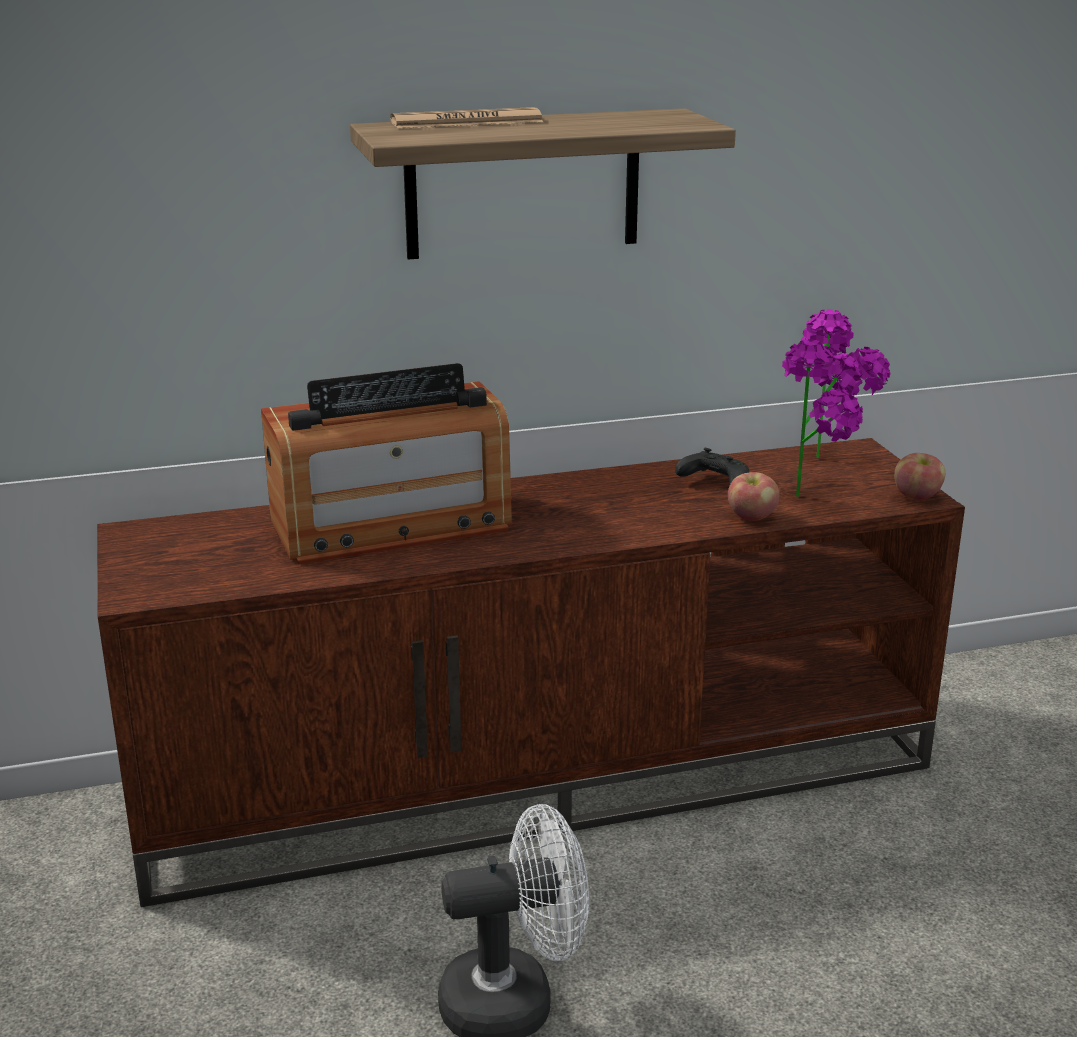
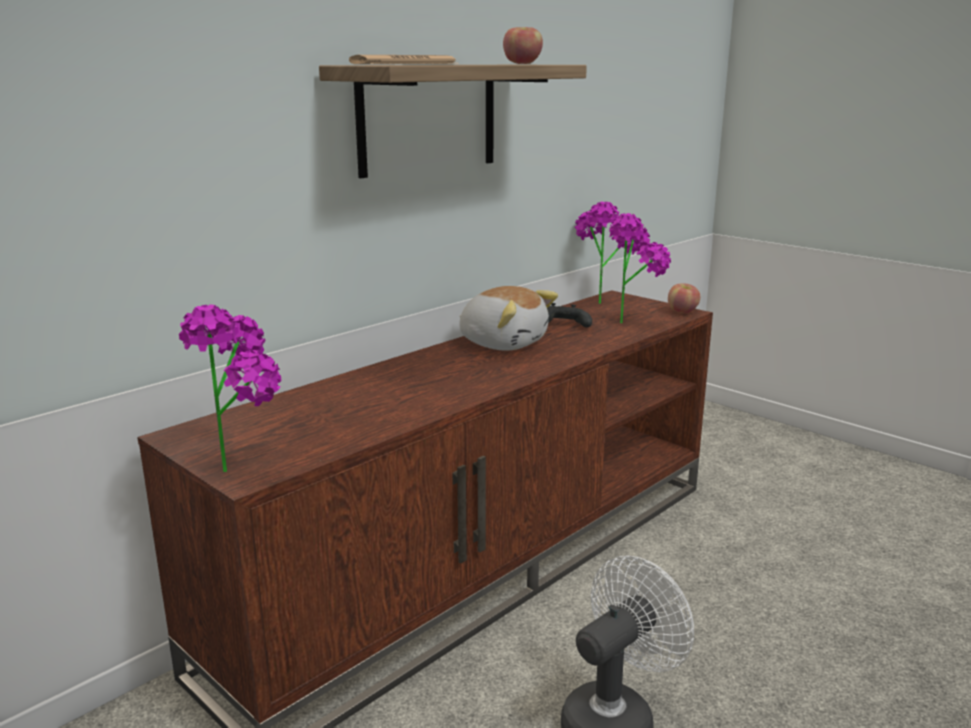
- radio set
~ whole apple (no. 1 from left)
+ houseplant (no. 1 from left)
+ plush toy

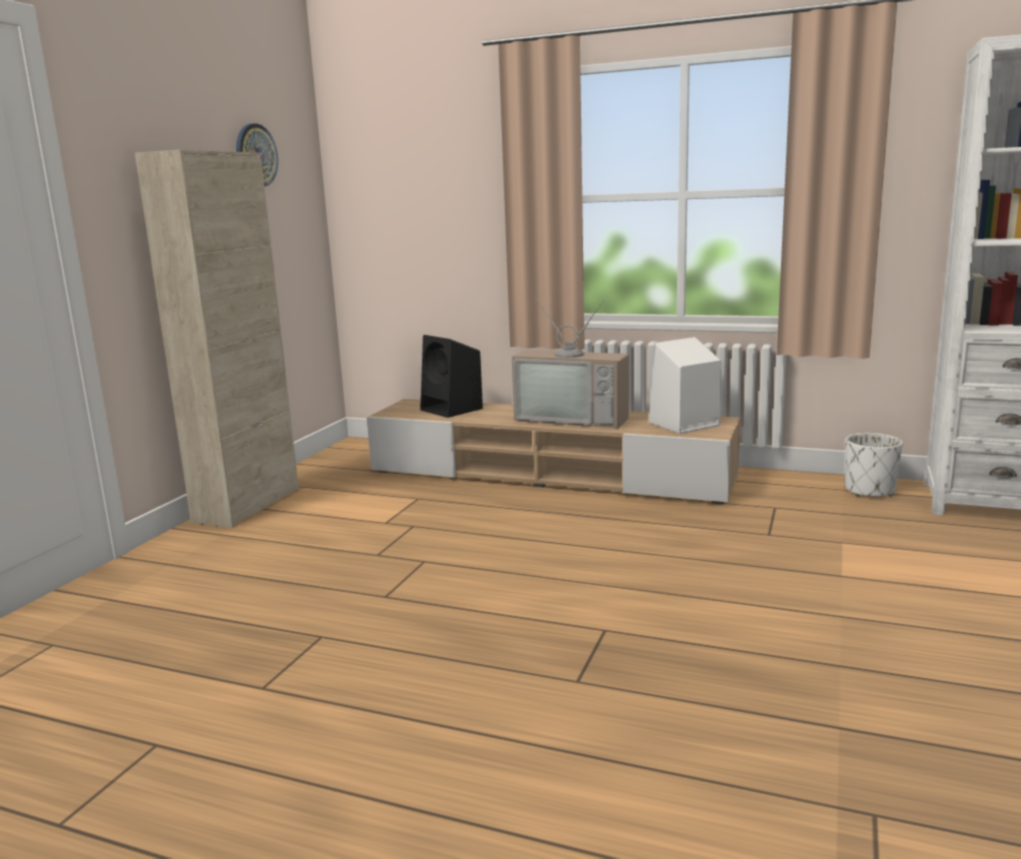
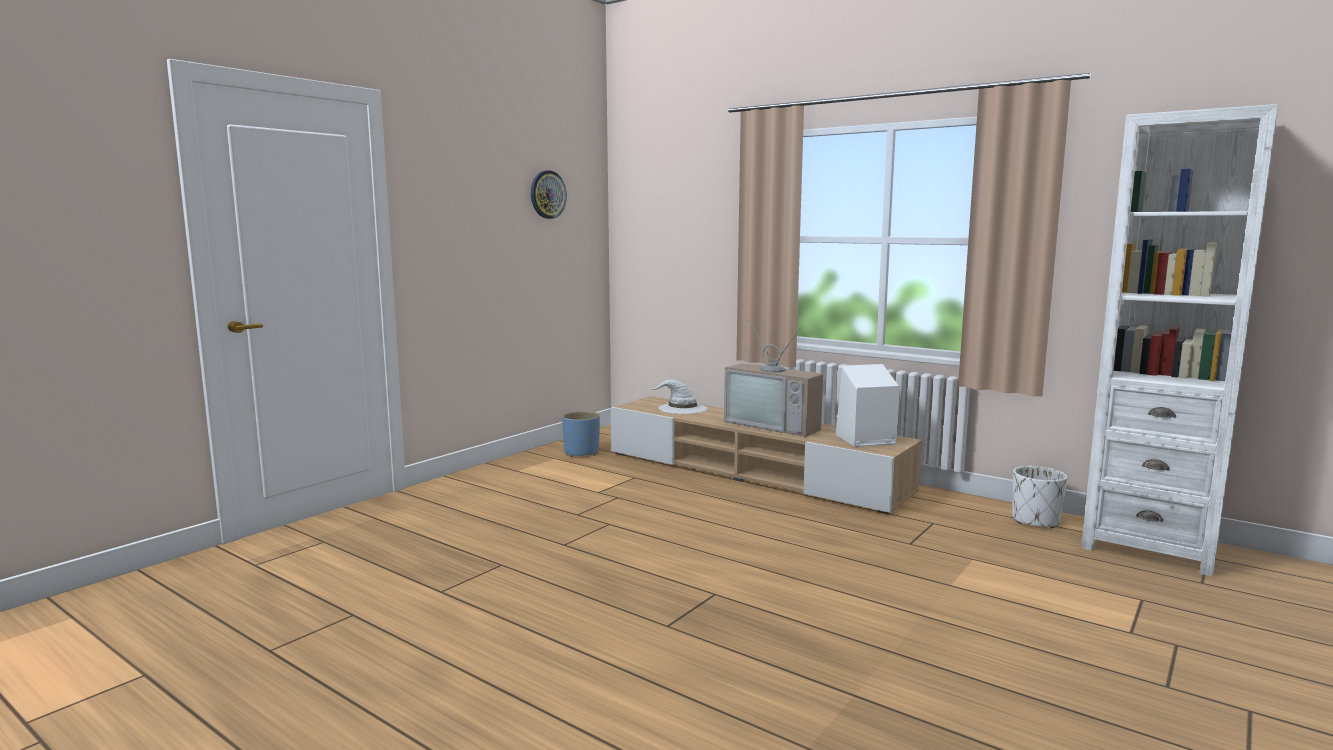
- cupboard (sand-coloured)
~ loudspeaker (black) to wearable hat (white-coloured)
+ planter (blue-coloured)

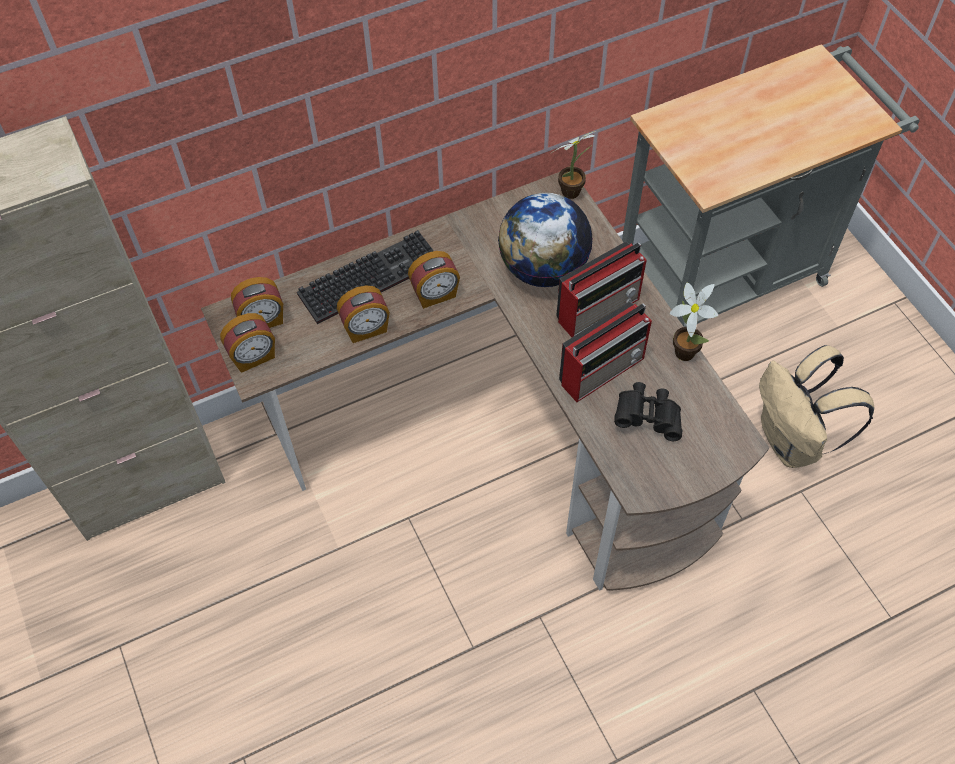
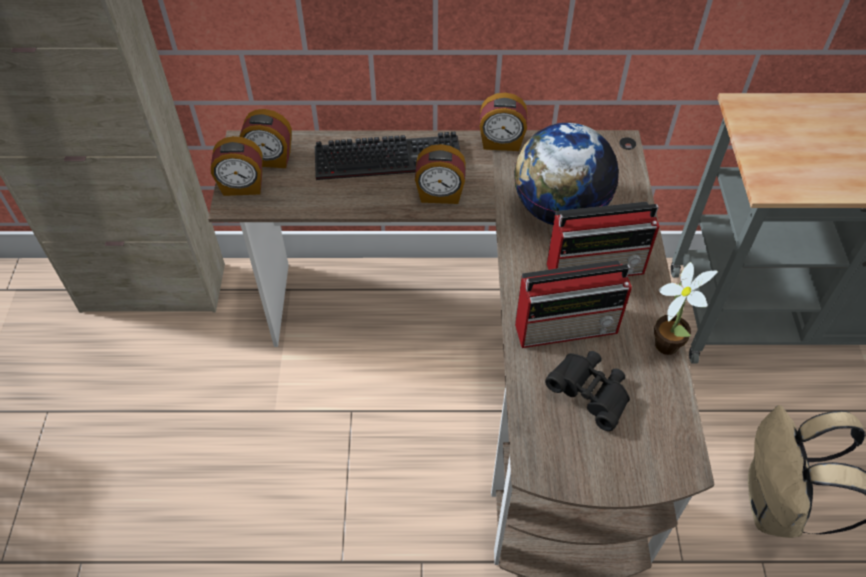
~ bedside clock (no. 3 from left in the first image) to bedside clock (no. 4 from left)
- houseplant (no. 1 from left)

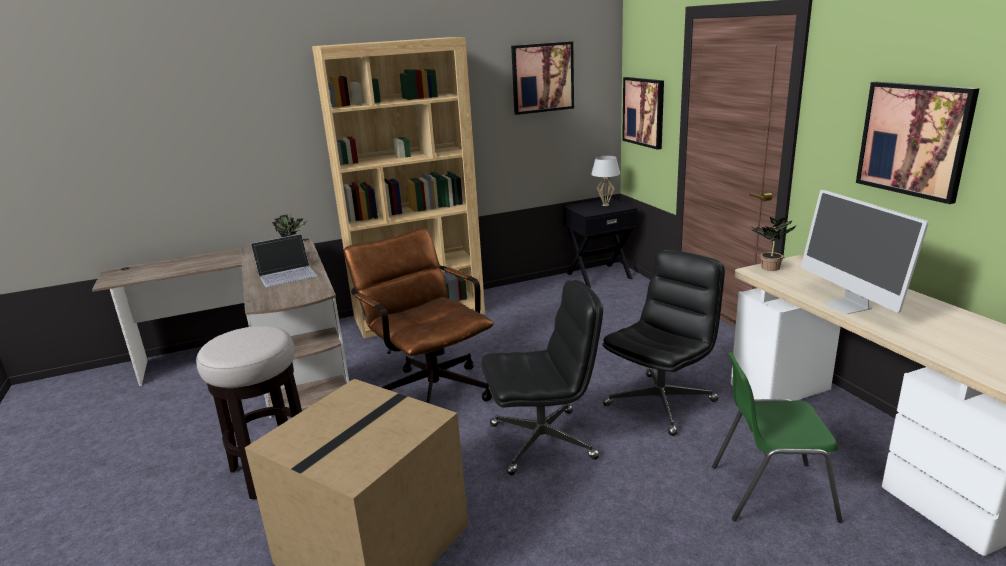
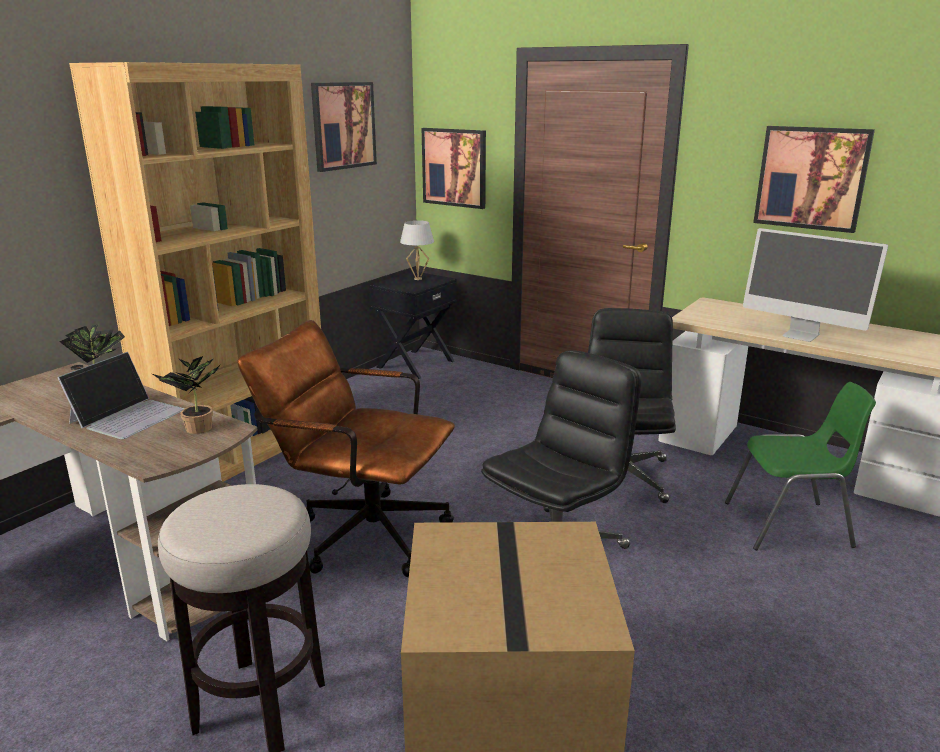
~ upright chair (green-coloured) 150 degrees counterclockwise
~ houseplant (no. 2 from left)

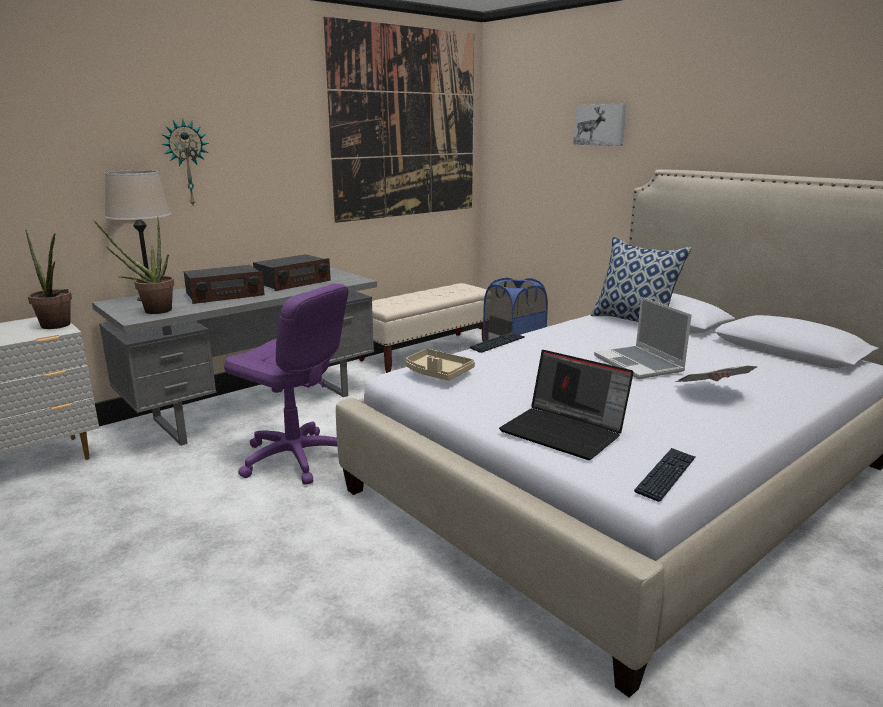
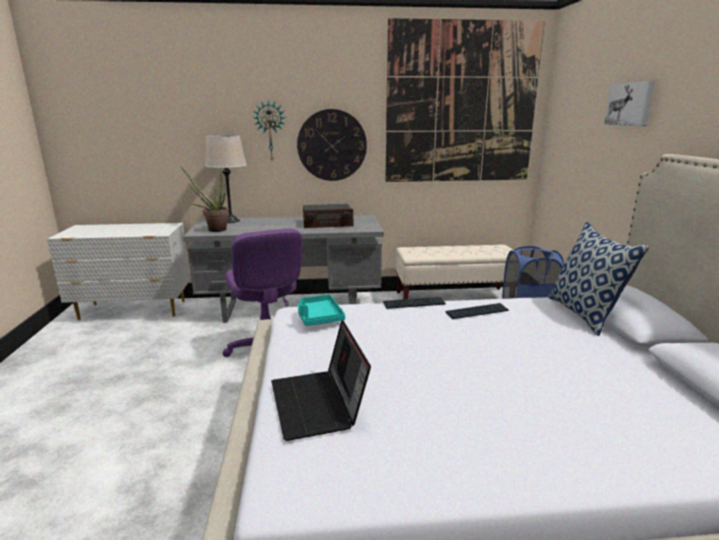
- houseplant (no. 1 from left)
- radio set (no. 1 from left)
~ serving tray (sand-coloured) to serving tray (turquoise)
- laptop (no. 2 from left)
~ PC keyboard (no. 2 from left)
- newspaper
+ hanging clock (no. 2 from left)

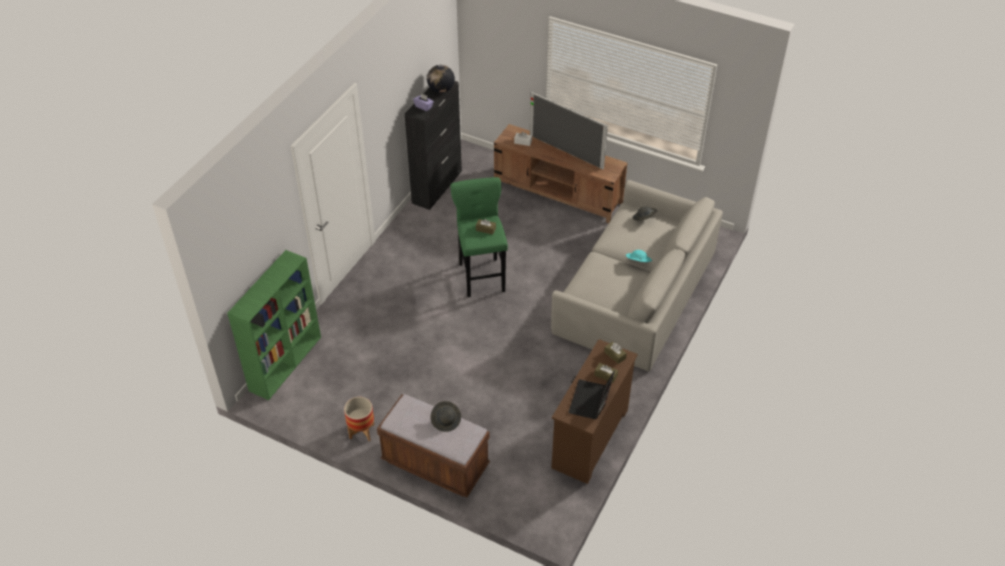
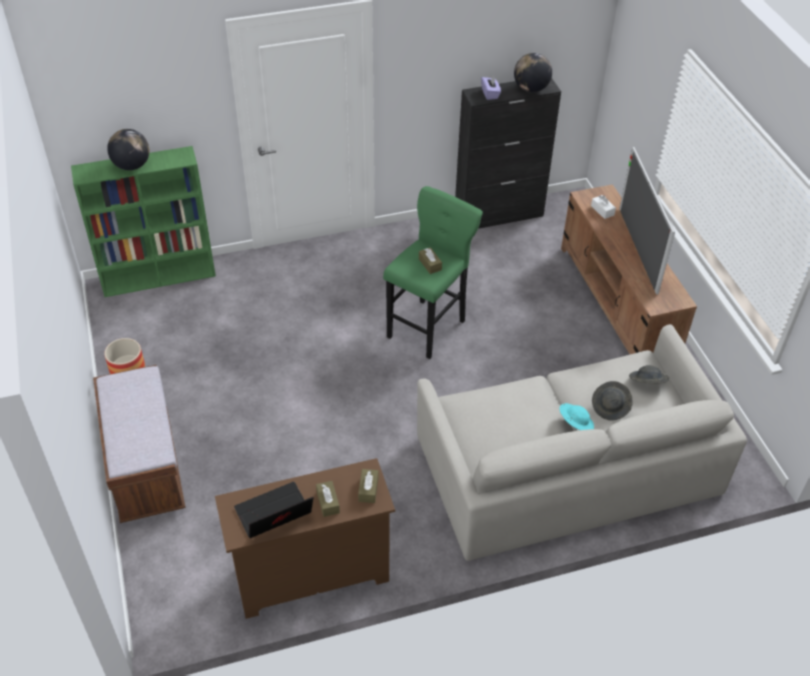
~ wearable hat (greyish) (no. 1 from left)
+ desk globe (no. 1 from left)

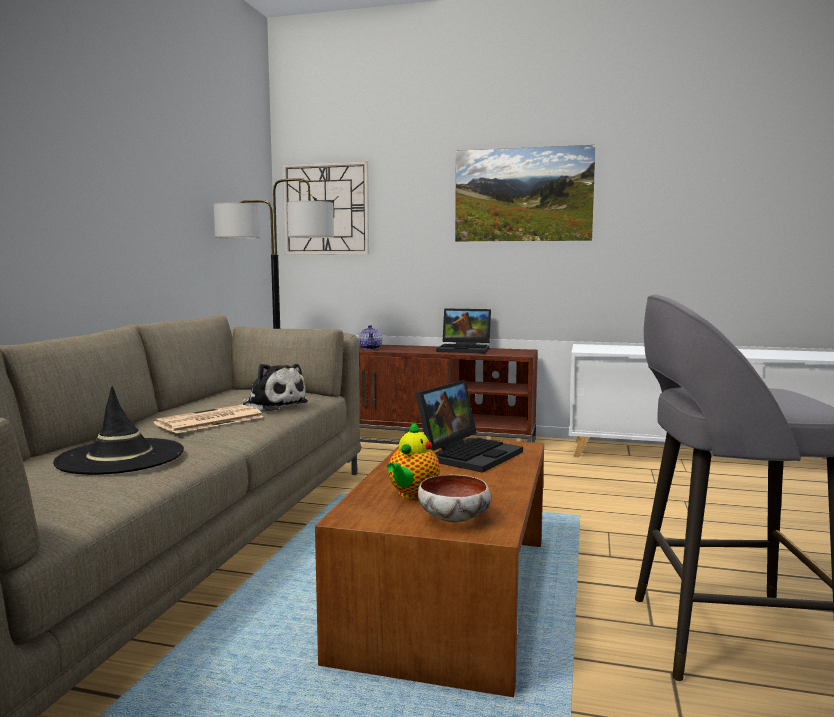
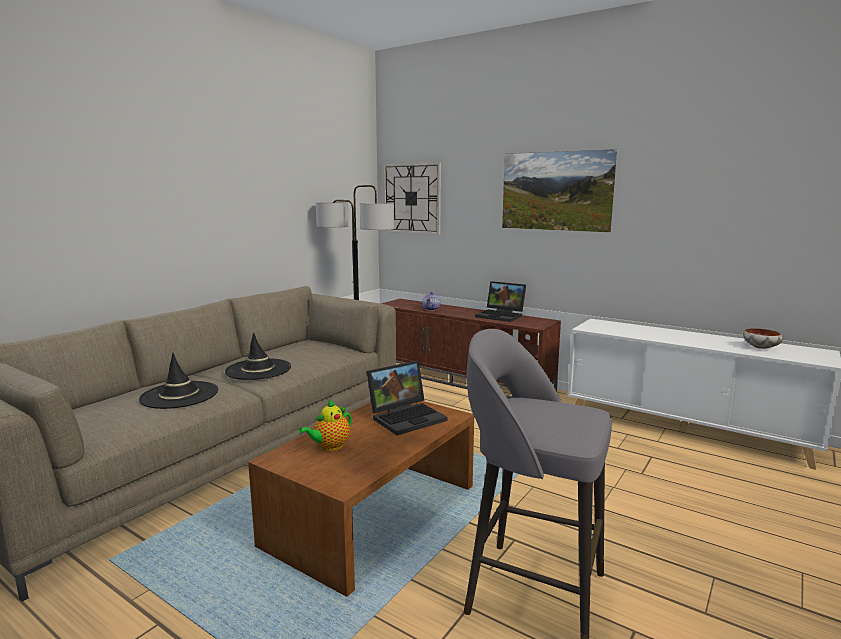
~ newspaper to wearable hat (black) (no. 2 from left)
- plush toy
~ serving bowl

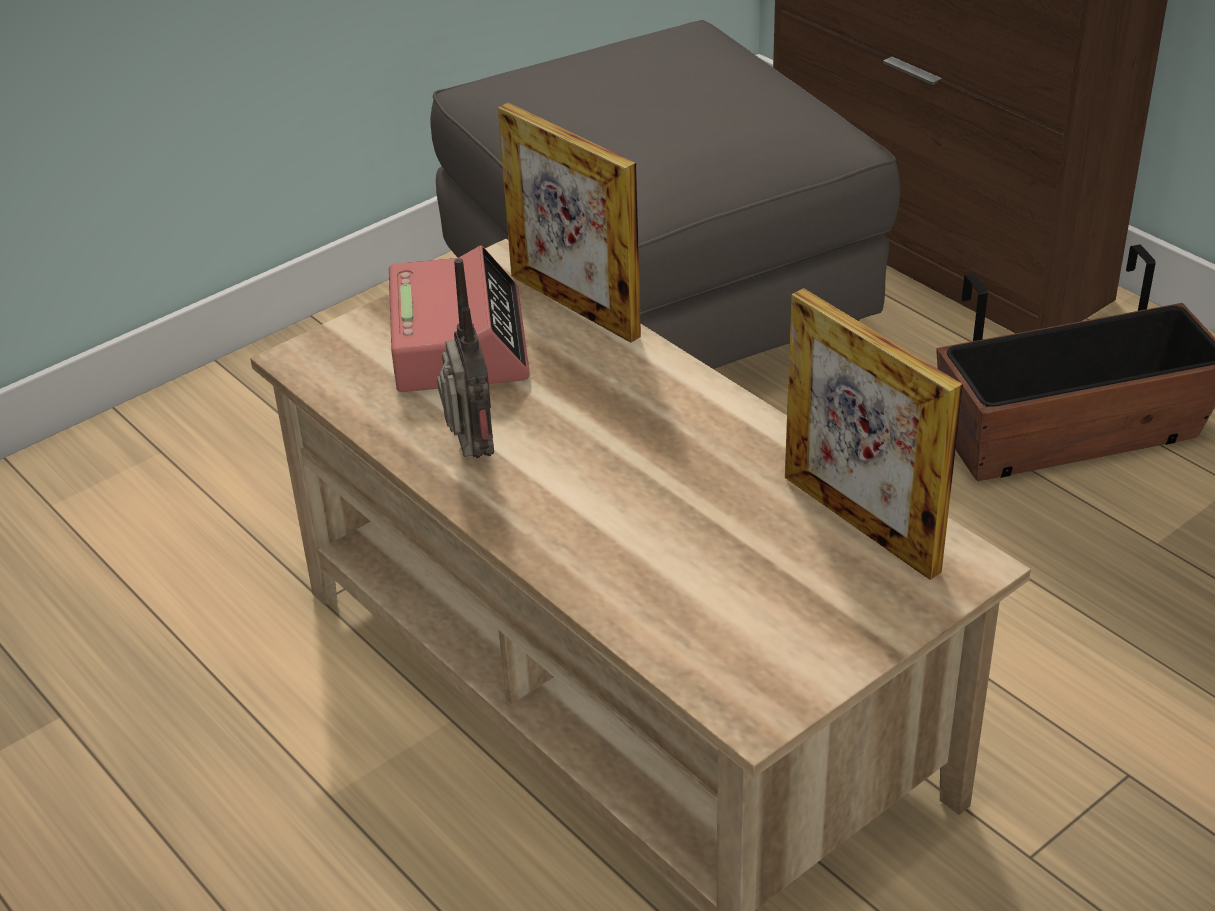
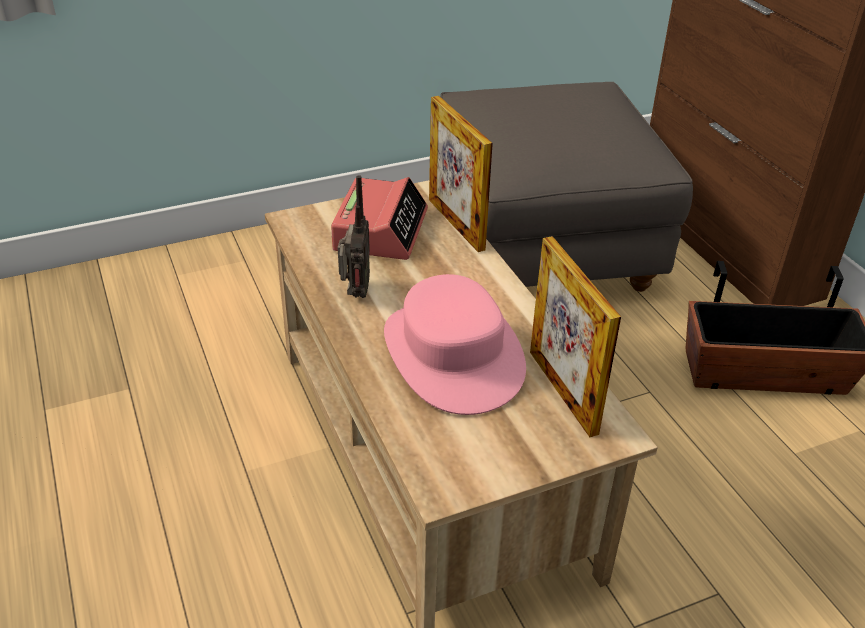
+ wearable hat (pinkish)

